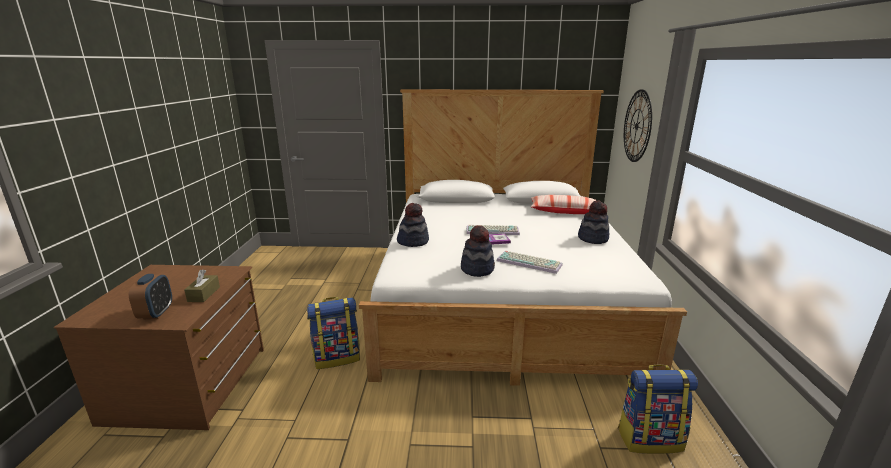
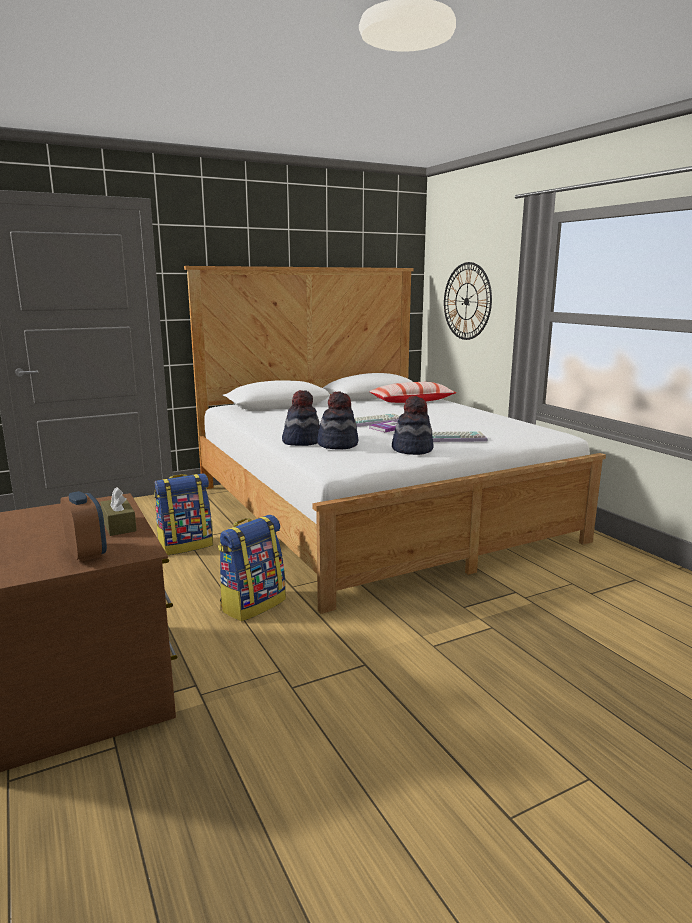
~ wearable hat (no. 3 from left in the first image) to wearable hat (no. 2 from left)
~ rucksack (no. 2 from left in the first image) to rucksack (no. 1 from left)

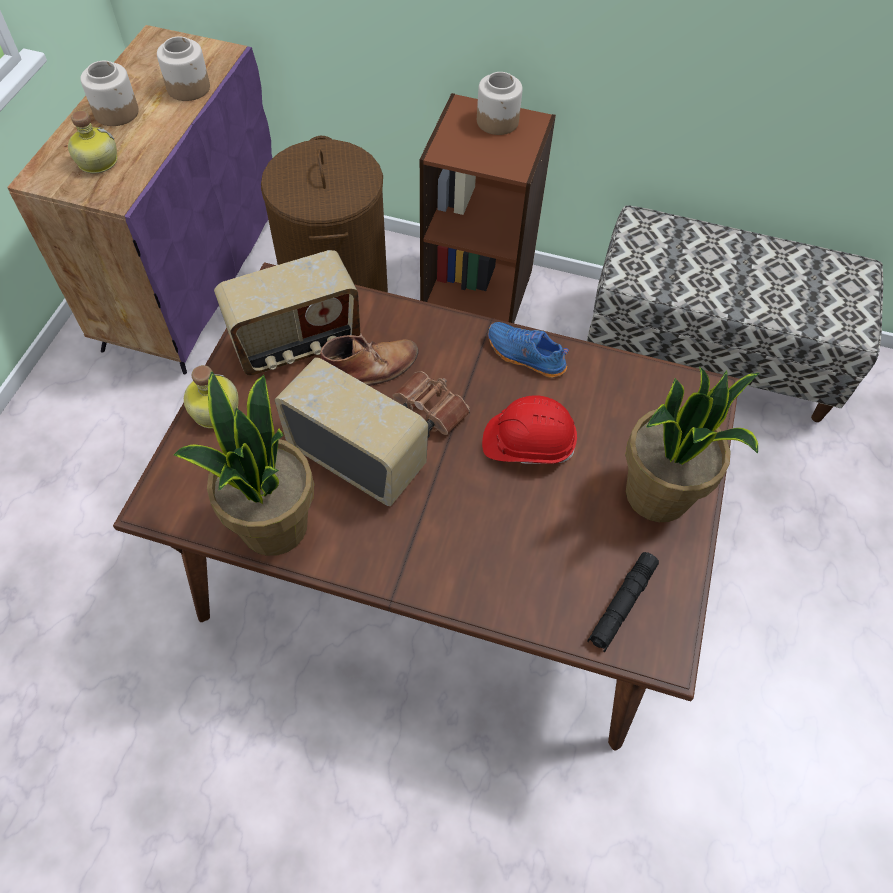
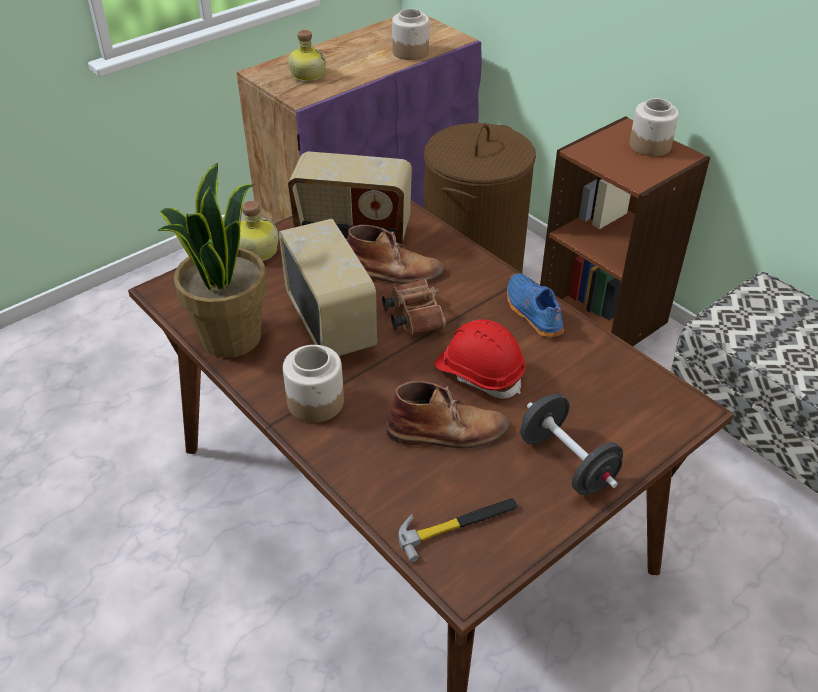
~ preserve jar (no. 1 from left)
~ flashlight (black) to hammer
~ houseplant (no. 2 from left) to hand weight (black)
+ boot (brown-coloured) (no. 2 from left)

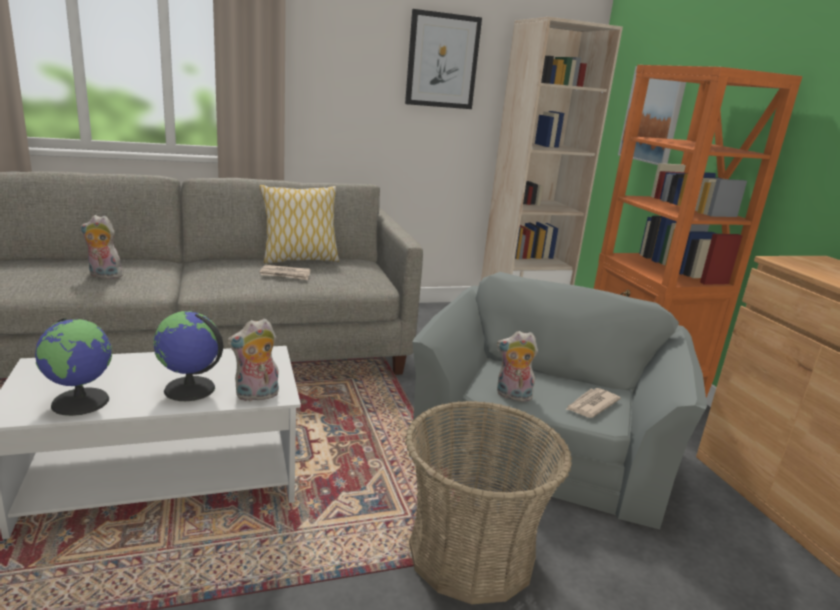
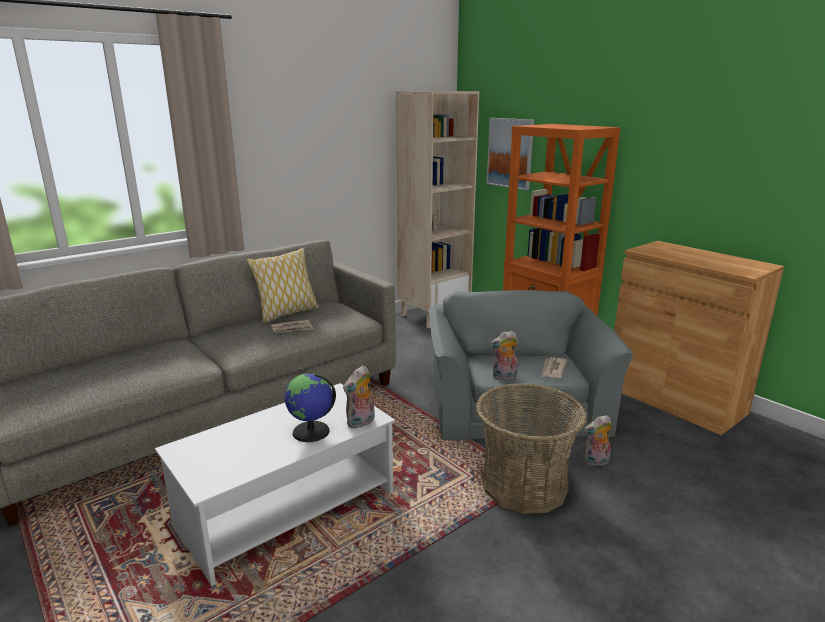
- desk globe (no. 1 from left)
~ plush toy (no. 1 from left in the first image) to plush toy (no. 3 from left)
- wall picture (no. 1 from left)

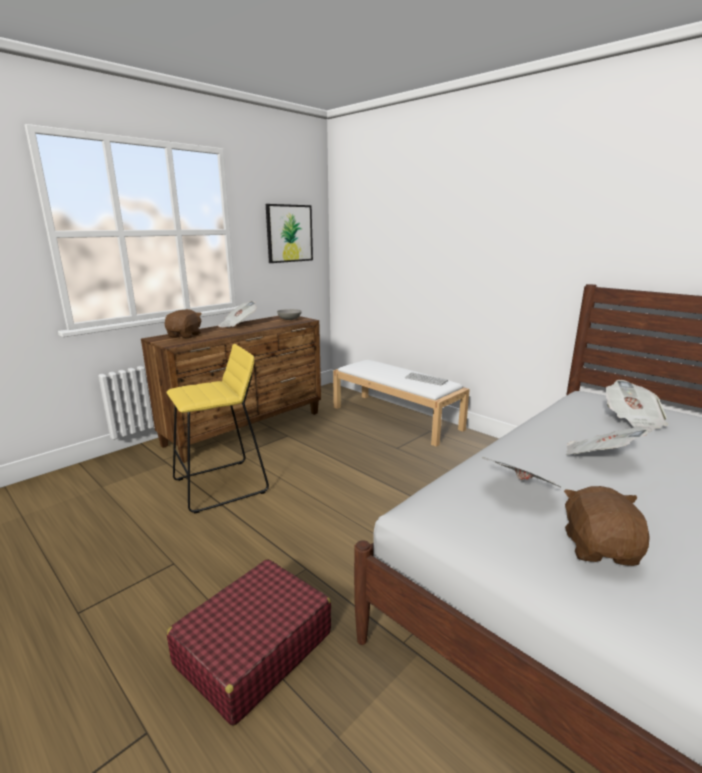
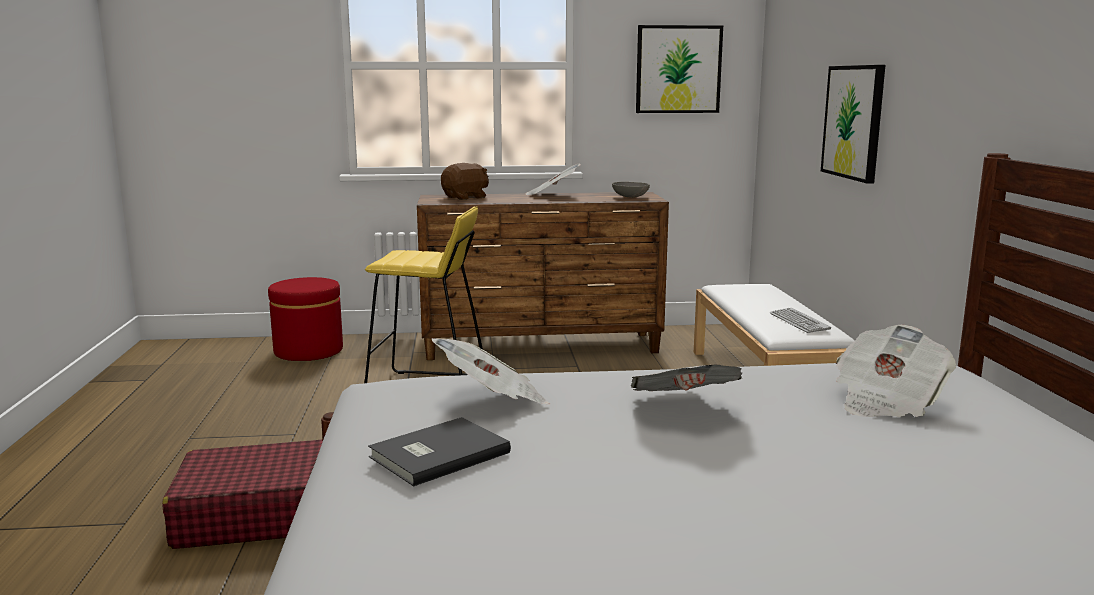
~ plush toy (brown-coloured) (no. 2 from left) to bound book (greyish)
+ ottoman (red)
+ wall picture (no. 2 from left)

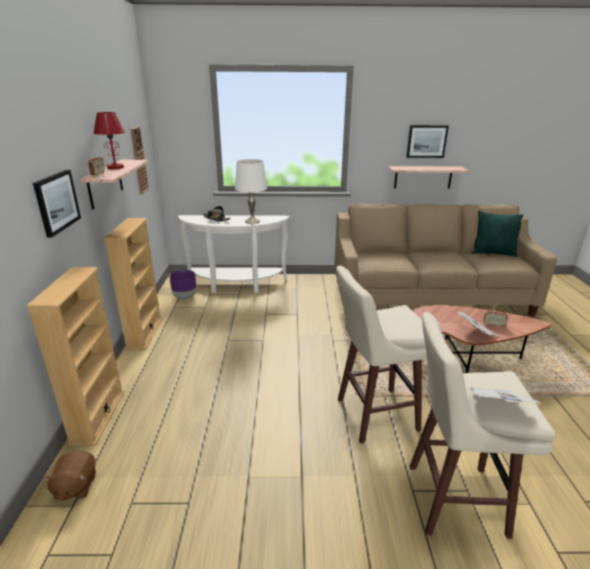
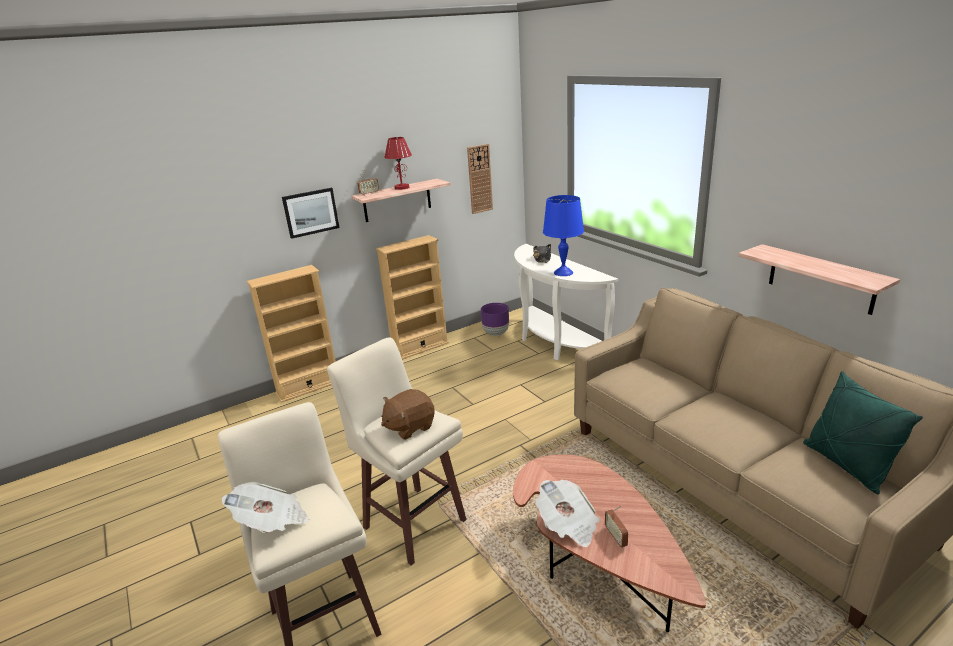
~ plush toy (brown-coloured)
~ table lamp (white-coloured) to table lamp (blue-coloured)
- wall picture (no. 2 from left)

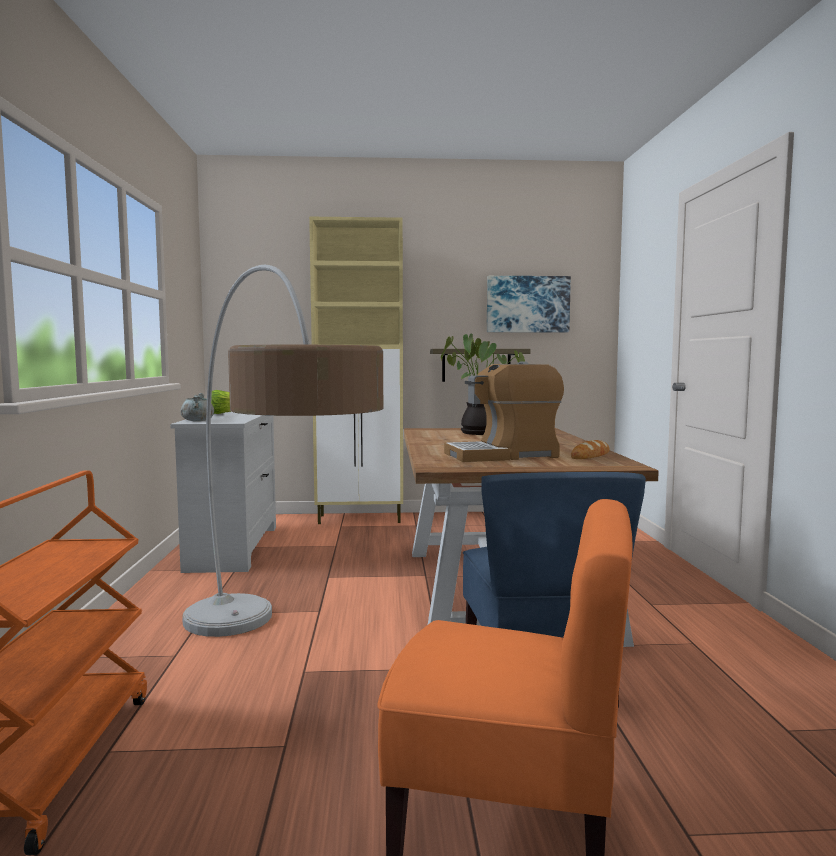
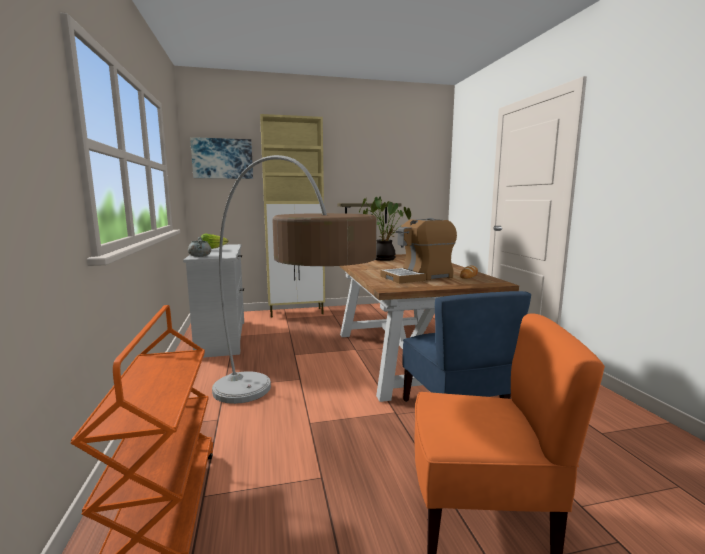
~ wall picture

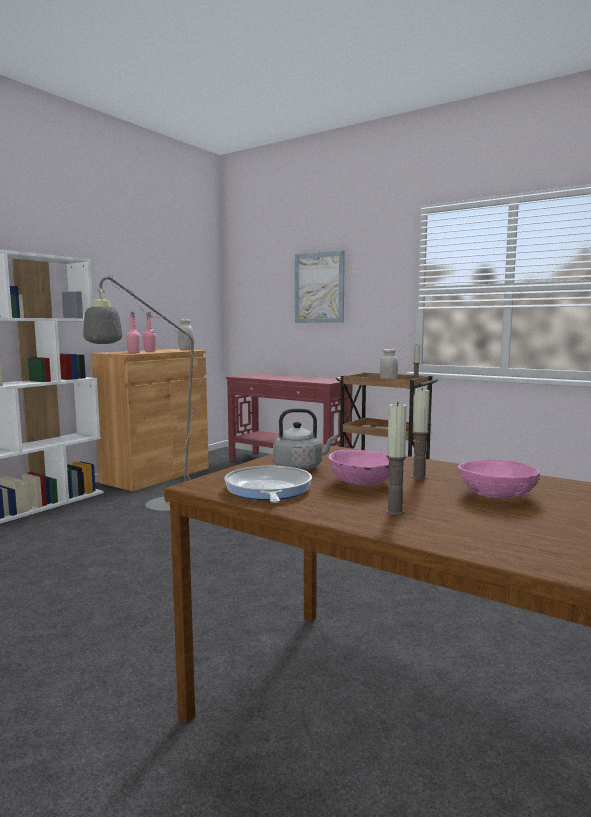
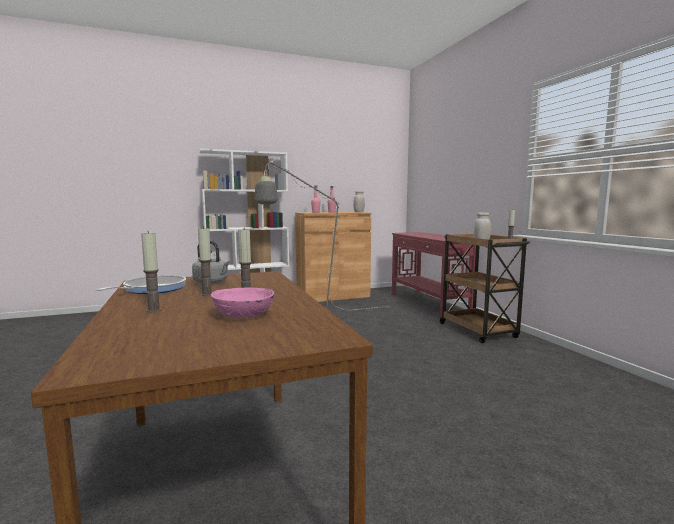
- wall picture
~ serving bowl (pinkish) (no. 1 from left) to wax candle (no. 2 from left)

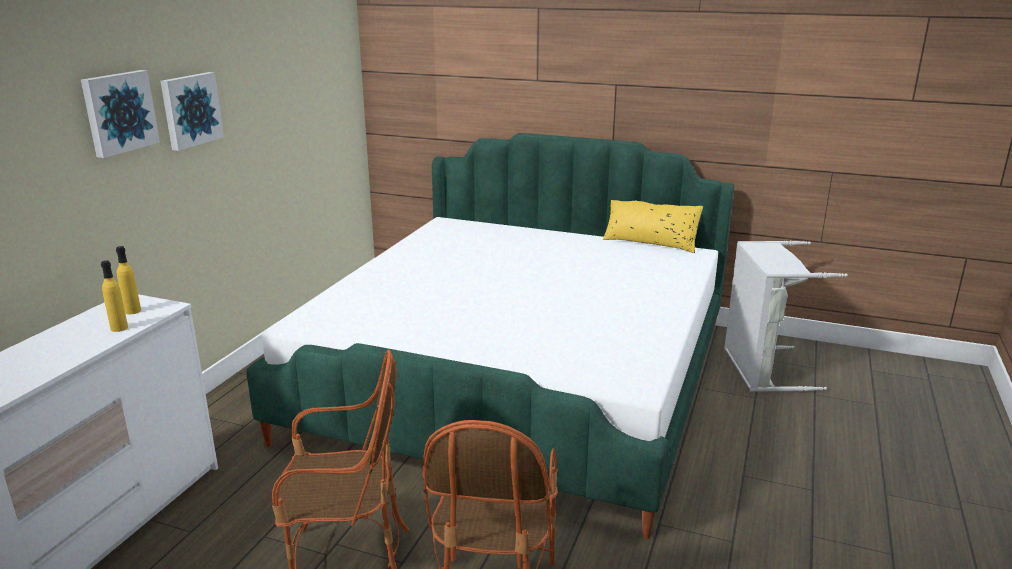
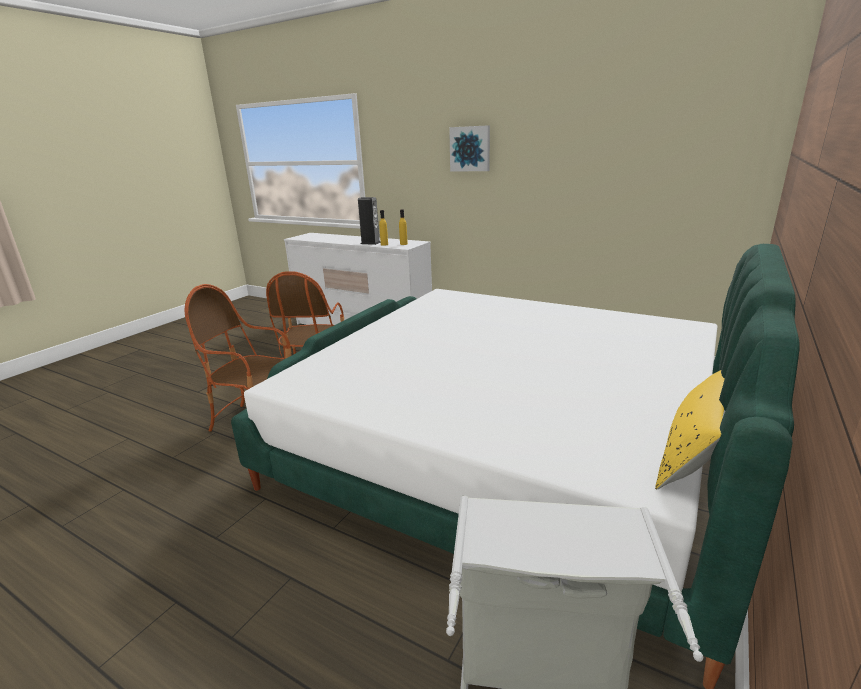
- wall picture (no. 2 from left)
+ loudspeaker

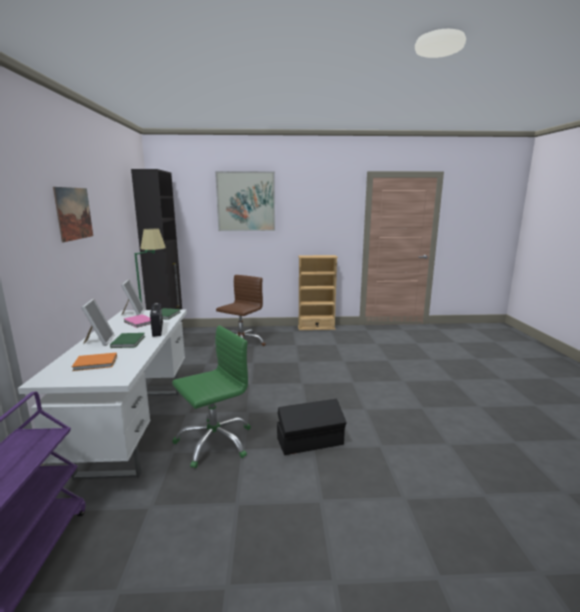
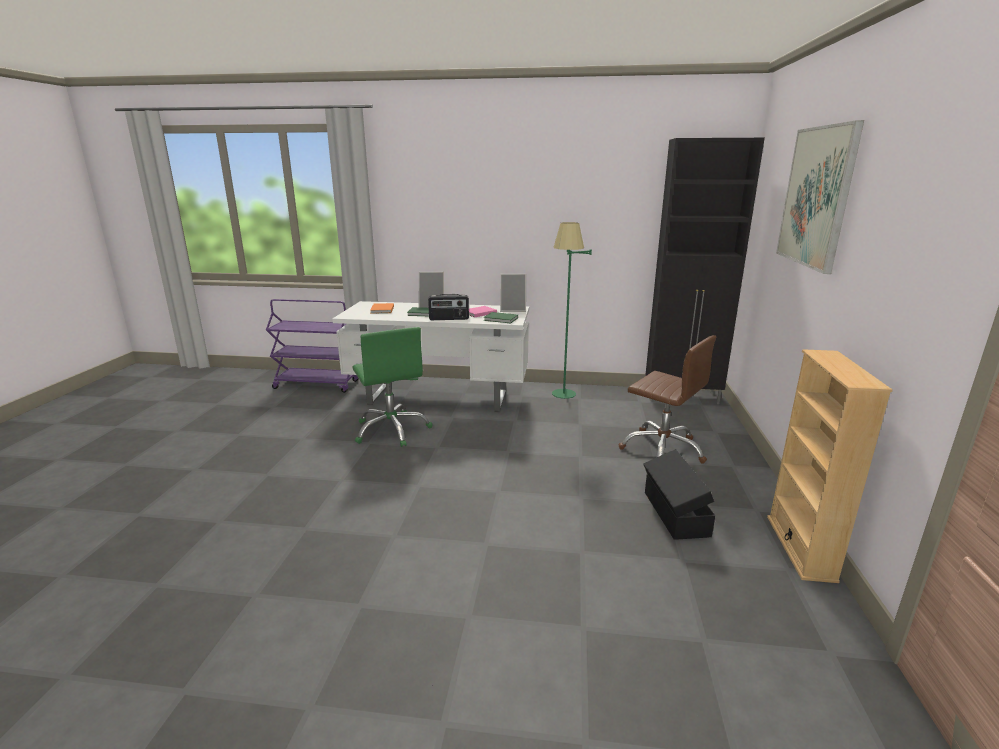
- wall picture (no. 1 from left)
~ storage bin (black)

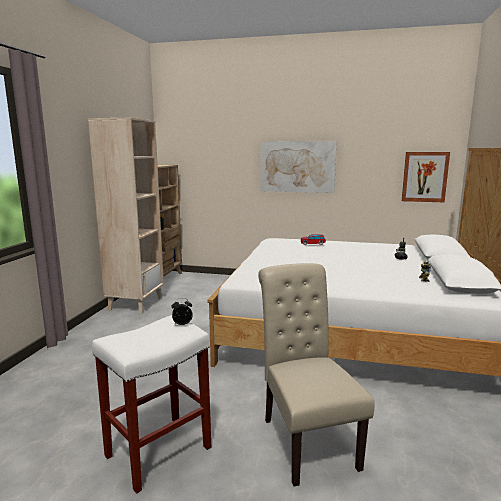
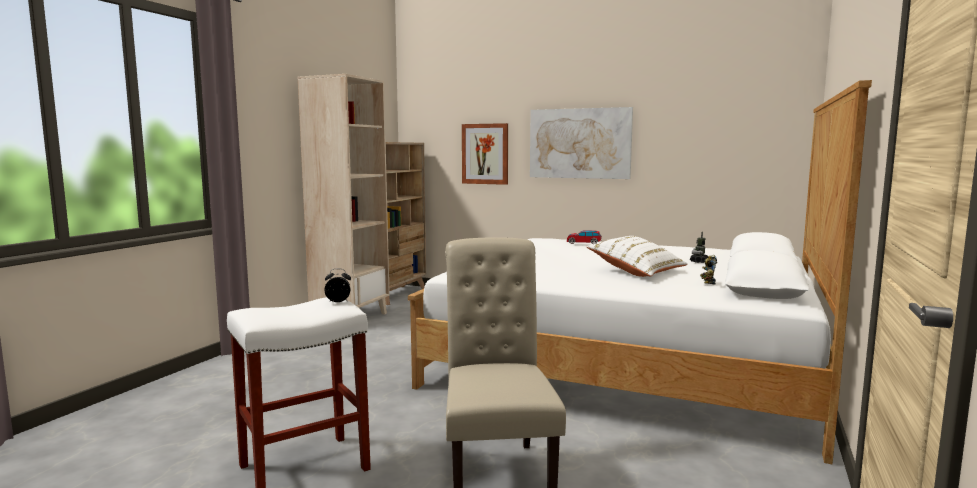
~ wall picture (no. 2 from left in the first image) to wall picture (no. 1 from left)
+ throw pillow (white-coloured)

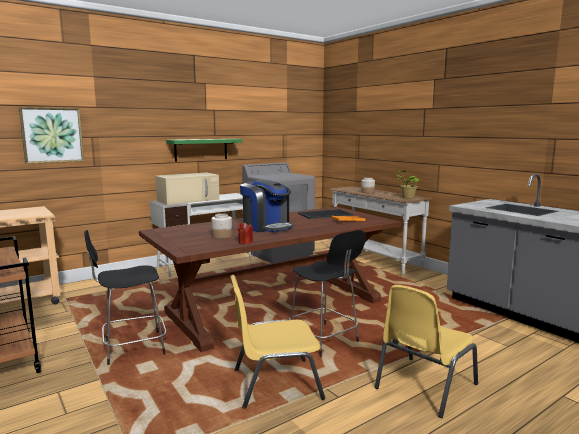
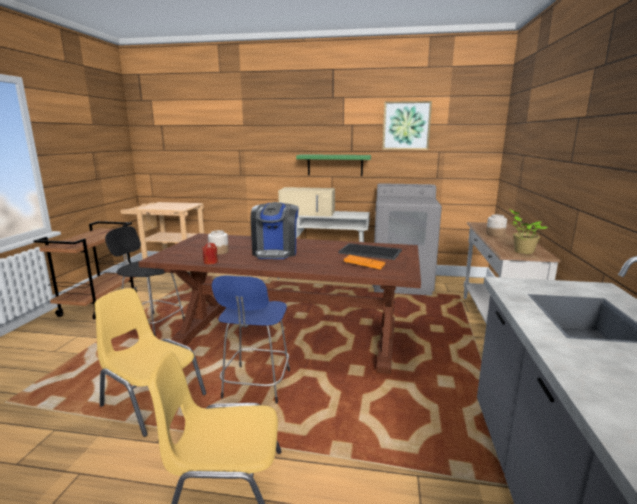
~ wall picture
~ stool (black) (no. 2 from left) to stool (blue-coloured)

